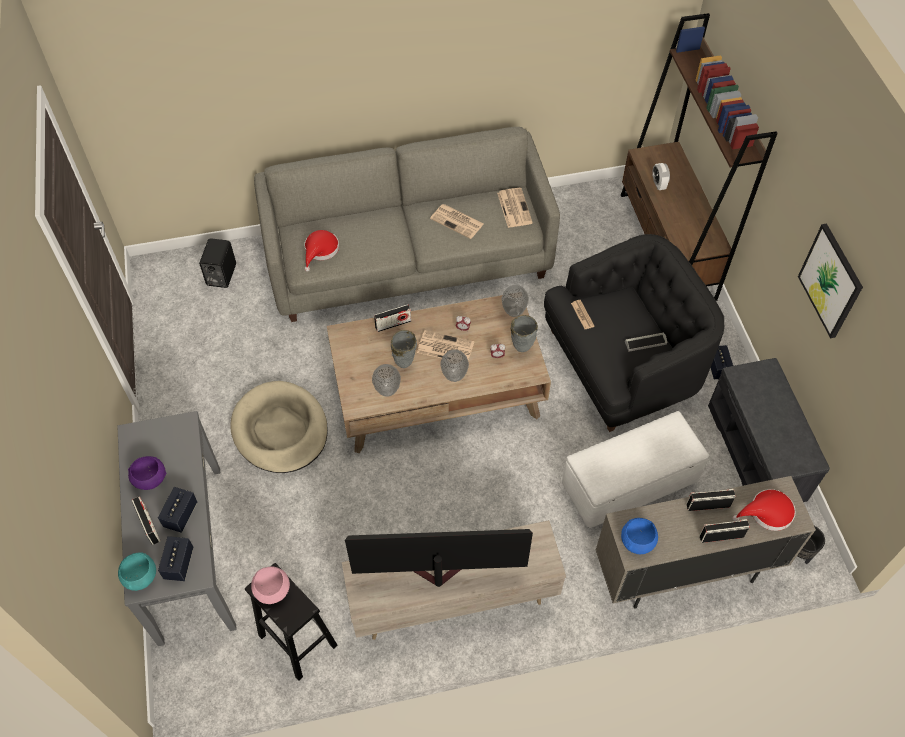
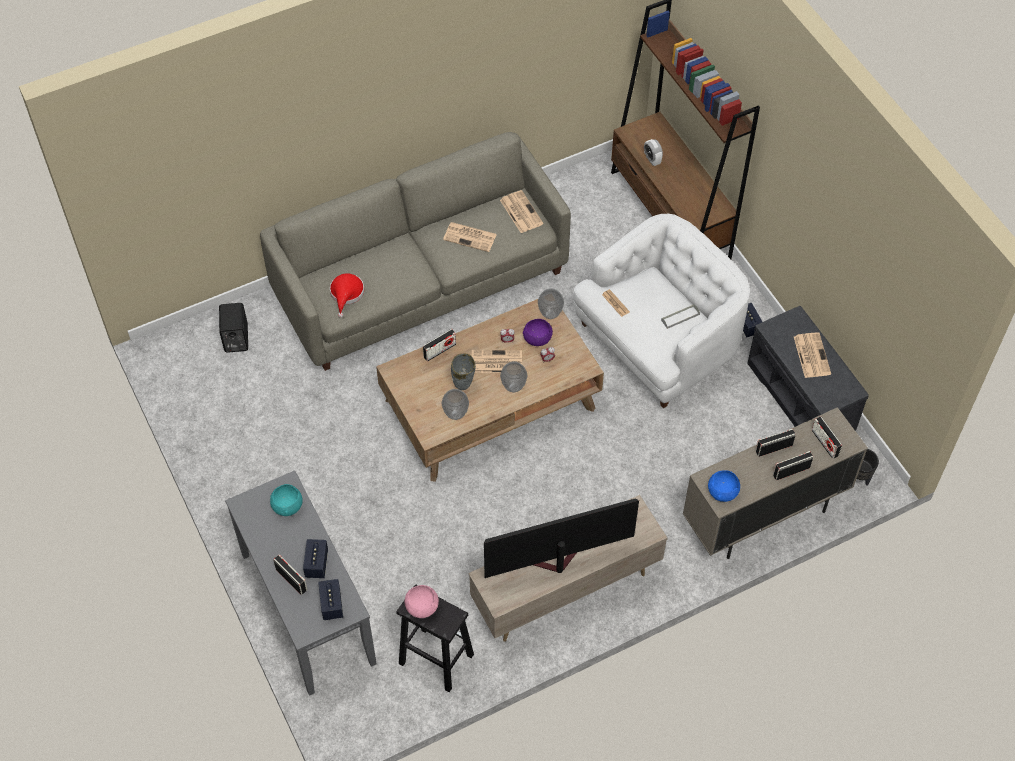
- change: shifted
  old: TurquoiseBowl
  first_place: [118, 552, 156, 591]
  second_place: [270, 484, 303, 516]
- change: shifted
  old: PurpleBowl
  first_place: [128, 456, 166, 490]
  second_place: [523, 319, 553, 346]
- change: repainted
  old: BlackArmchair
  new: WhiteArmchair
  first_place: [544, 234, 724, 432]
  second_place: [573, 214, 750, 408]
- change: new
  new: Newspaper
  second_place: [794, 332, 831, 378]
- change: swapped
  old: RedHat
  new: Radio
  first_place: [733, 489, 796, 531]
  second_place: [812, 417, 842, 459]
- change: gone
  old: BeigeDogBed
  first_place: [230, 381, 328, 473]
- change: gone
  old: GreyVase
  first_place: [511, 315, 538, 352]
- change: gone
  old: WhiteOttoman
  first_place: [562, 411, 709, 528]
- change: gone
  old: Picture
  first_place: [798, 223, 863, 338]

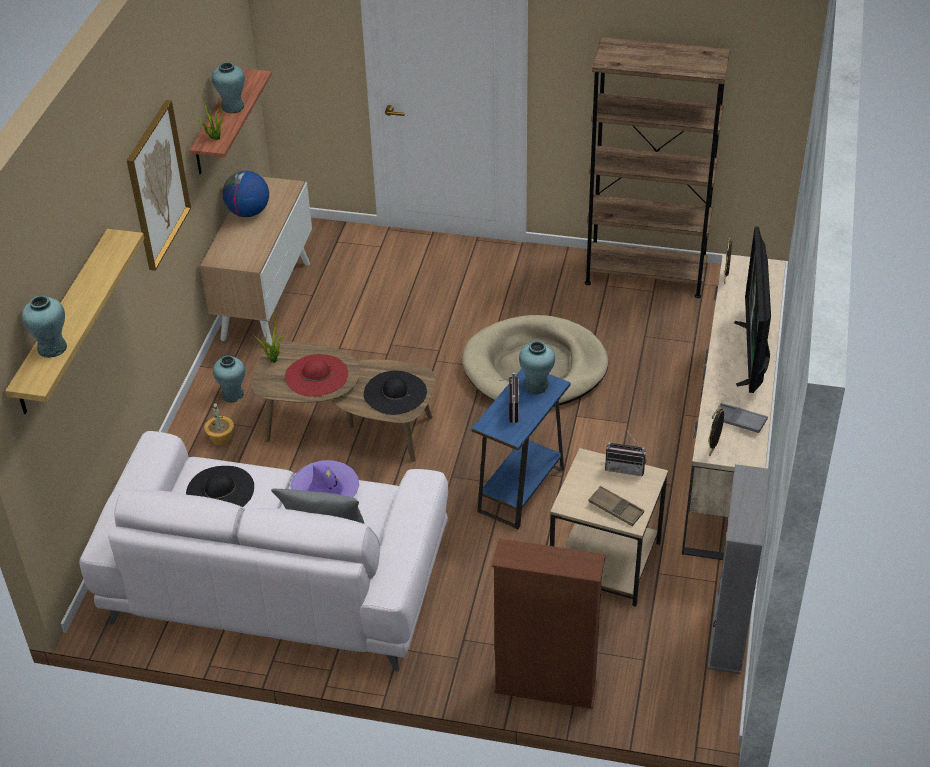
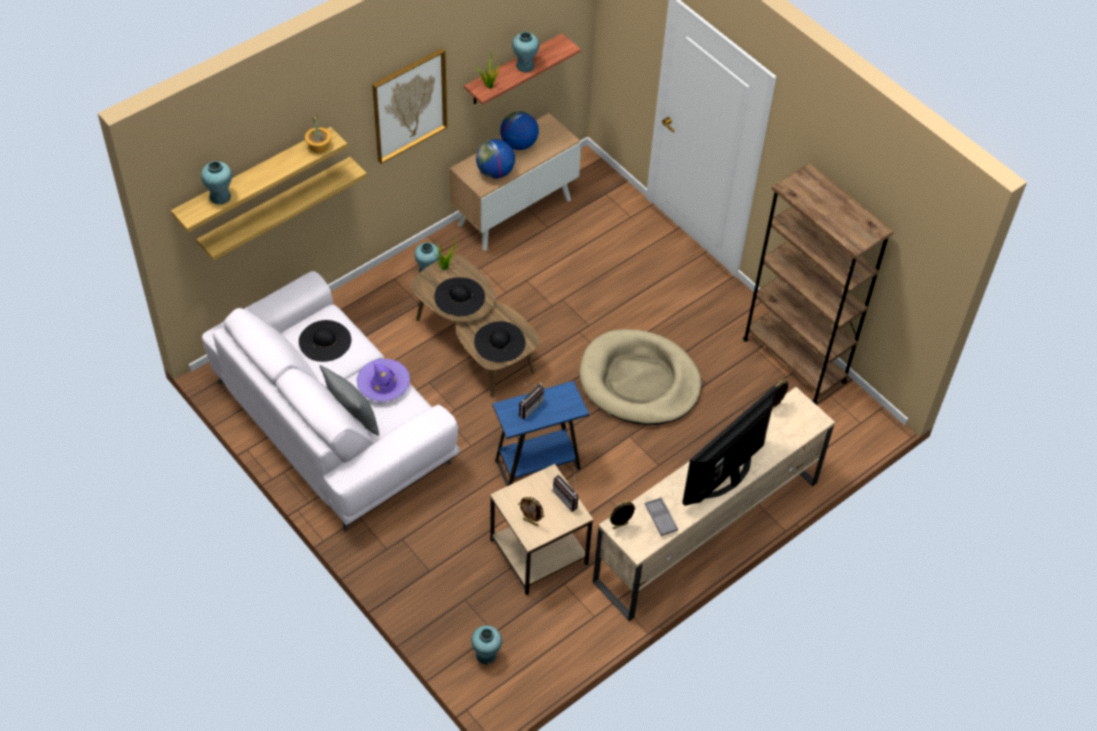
- change: new
  new: Shelf
  second_place: [196, 157, 367, 260]
- change: shifted
  old: PottedPlant
  first_place: [204, 401, 234, 445]
  second_place: [305, 114, 331, 154]
- change: repainted
  old: RedHat
  new: BlackHat
  first_place: [285, 354, 348, 397]
  second_place: [434, 278, 485, 316]
- change: shifted
  old: TurquoiseVase
  first_place: [519, 341, 555, 394]
  second_place: [471, 625, 502, 665]
- change: new
  new: Globe
  second_place: [476, 139, 515, 179]
- change: swapped
  old: BrownTray
  new: PictureFrame
  first_place: [588, 486, 644, 526]
  second_place: [518, 497, 545, 526]
- change: gone
  old: BrownBookcase
  first_place: [492, 538, 606, 709]
- change: gone
  old: GreyBookcase
  first_place: [707, 464, 770, 674]

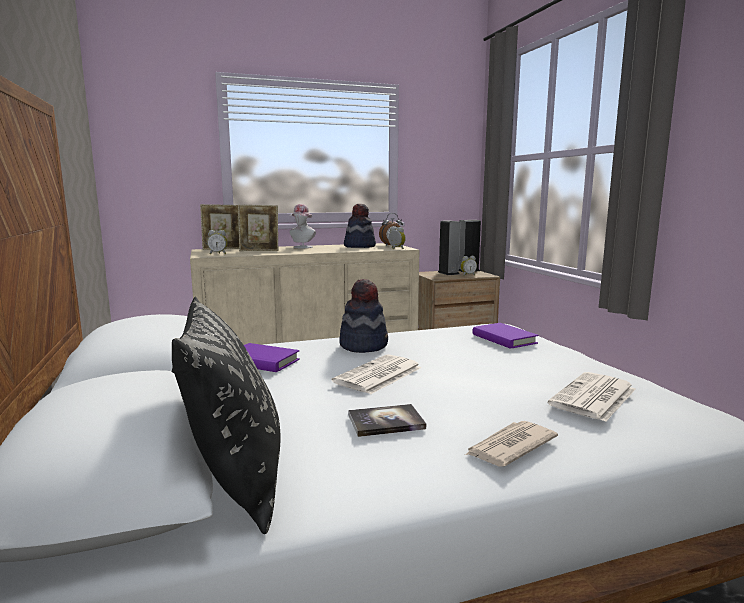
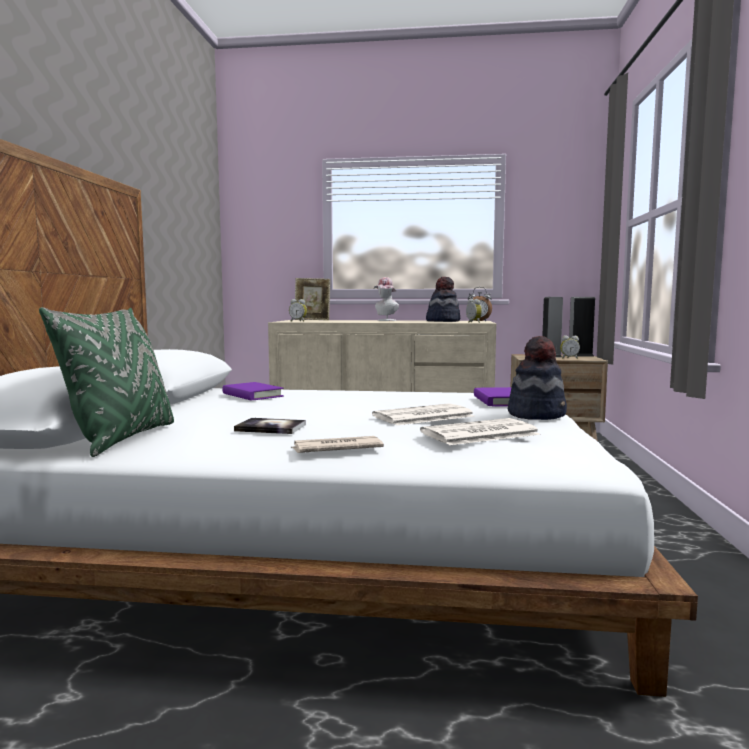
- change: repainted
  old: BlackPillow
  new: GreenPillow
  first_place: [172, 297, 280, 534]
  second_place: [39, 307, 174, 457]
- change: shifted
  old: Newspaper
  first_place: [332, 354, 422, 394]
  second_place: [372, 403, 474, 426]
- change: shifted
  old: Hat
  first_place: [339, 279, 388, 353]
  second_place: [508, 336, 567, 420]
- change: gone
  old: PictureFrame
  first_place: [238, 205, 279, 251]

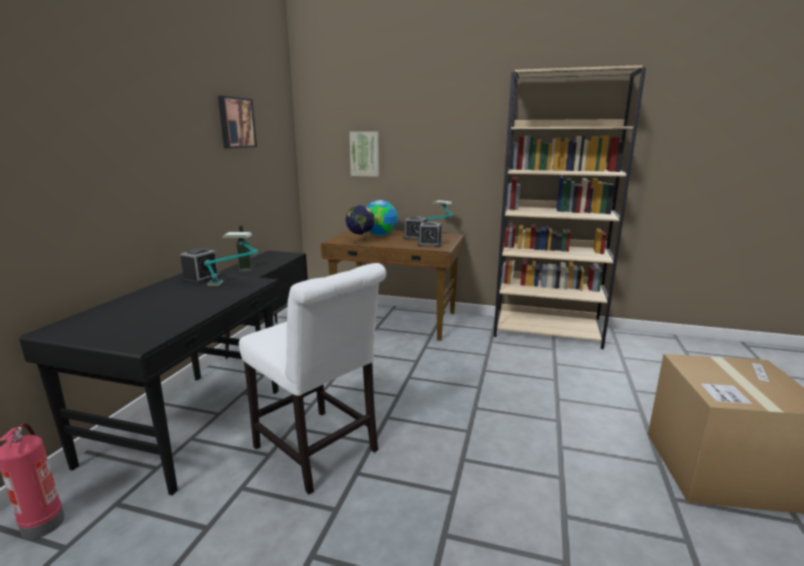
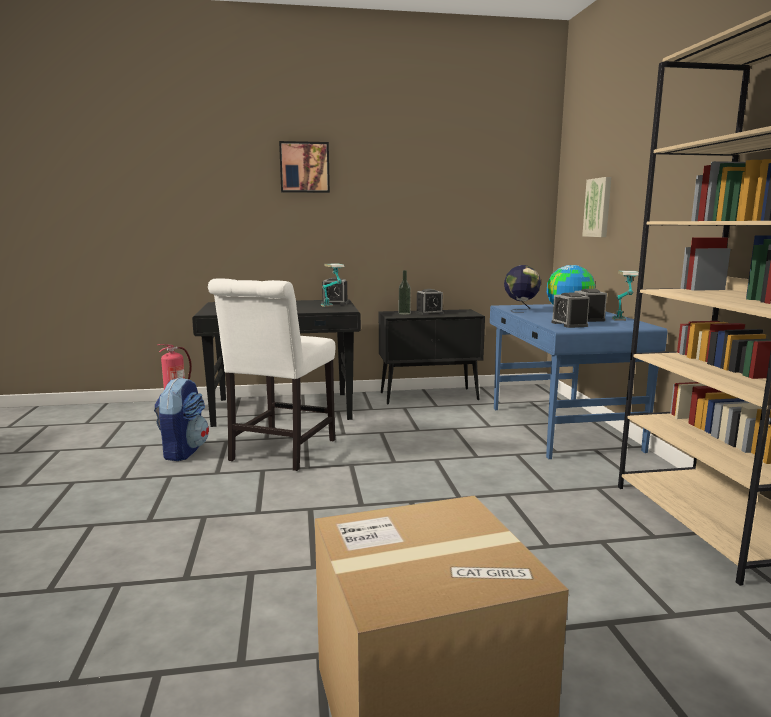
- change: new
  new: Backpack
  second_place: [154, 377, 209, 461]
- change: shifted
  old: Picture
  first_place: [218, 96, 257, 148]
  second_place: [279, 141, 330, 193]
- change: new
  new: AlarmClock
  second_place: [416, 289, 444, 315]
- change: repainted
  old: BrownDesk
  new: BlueDesk
  first_place: [321, 230, 464, 341]
  second_place: [490, 304, 668, 459]

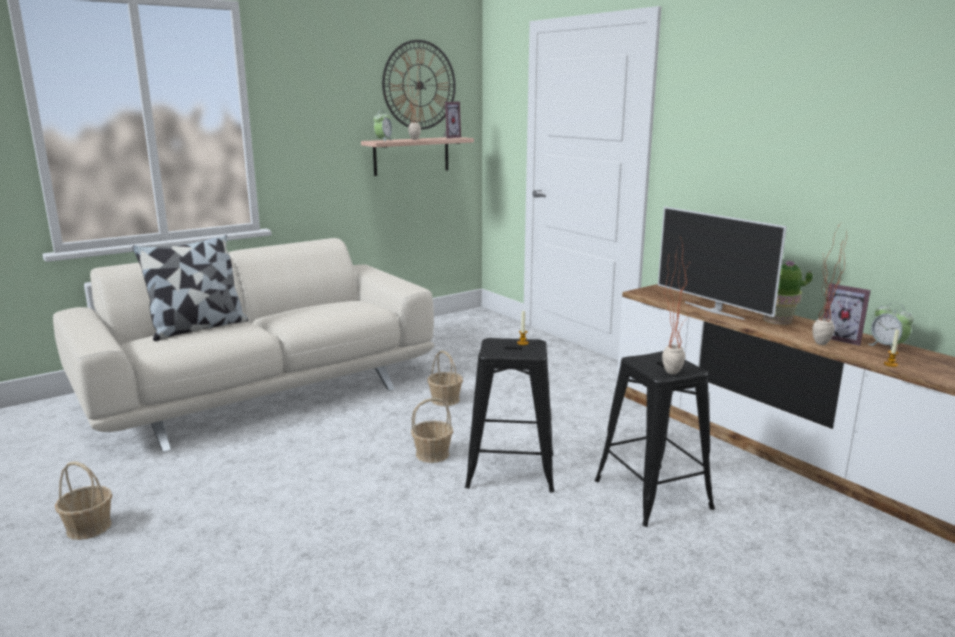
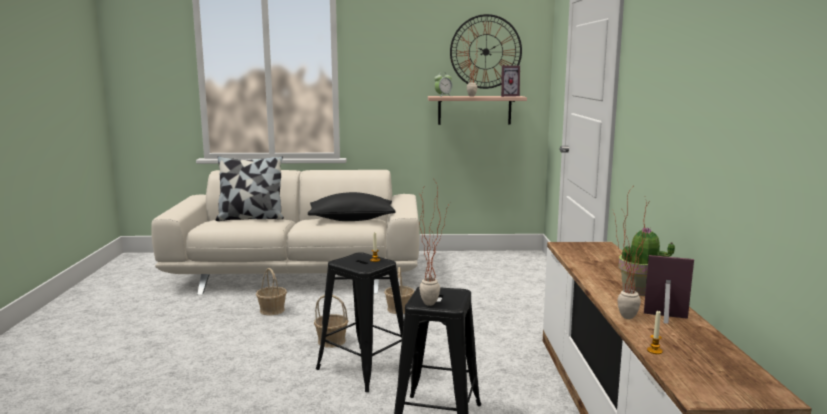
- change: shifted
  old: Basket
  first_place: [55, 462, 112, 540]
  second_place: [256, 268, 287, 315]
- change: new
  new: BlackPillow
  second_place: [308, 192, 395, 221]
- change: rotated
  old: PictureFrame
  first_place: [824, 283, 871, 346]
  second_place: [644, 255, 694, 324]
  degrees: 120
- change: gone
  old: Television
  first_place: [658, 207, 787, 320]
- change: gone
  old: AlarmClock
  first_place: [868, 303, 914, 349]

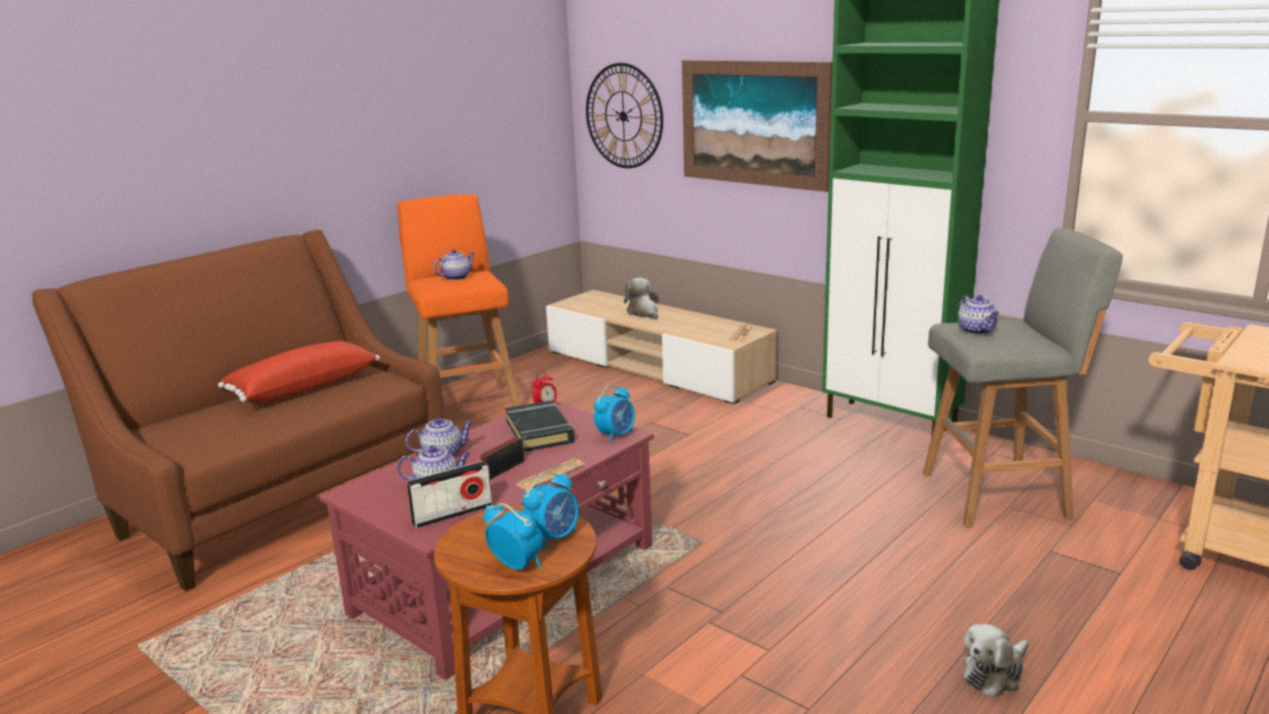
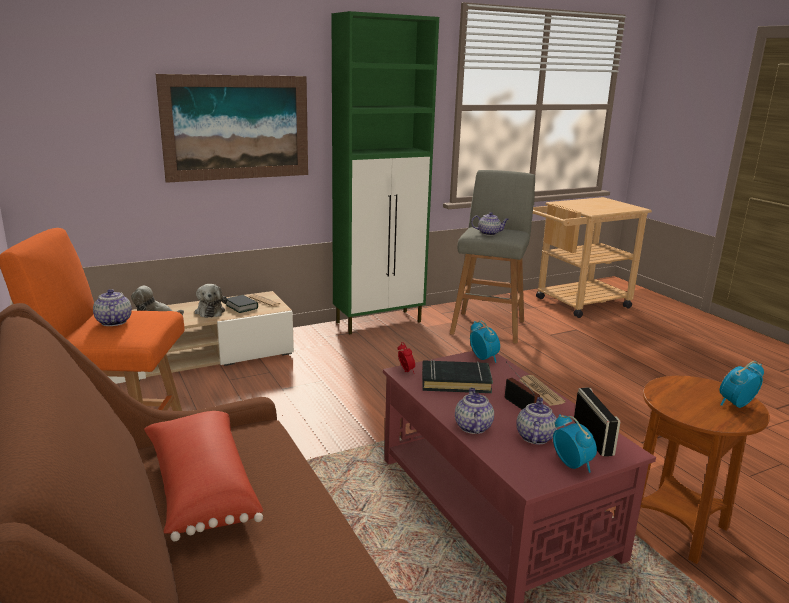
- change: shifted
  old: PlushToy
  first_place: [963, 624, 1029, 698]
  second_place: [195, 284, 227, 318]
- change: new
  new: Book
  second_place: [226, 295, 258, 313]
- change: shifted
  old: AlarmClock
  first_place: [522, 471, 579, 550]
  second_place: [553, 415, 597, 473]
- change: gone
  old: WallClock
  first_place: [586, 63, 663, 168]

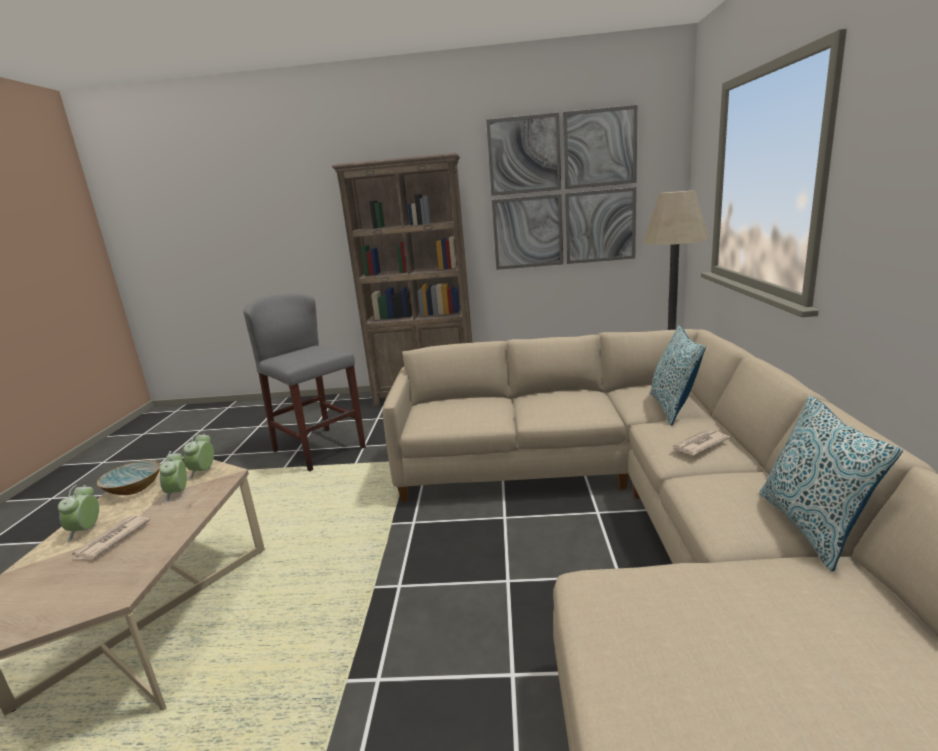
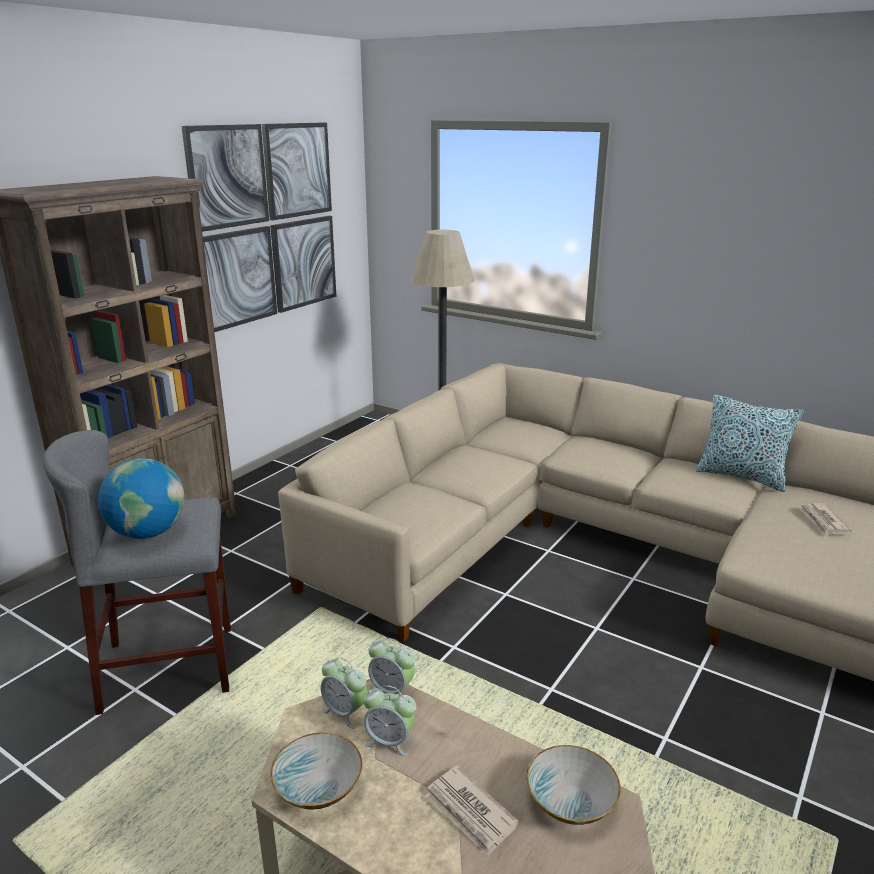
- change: new
  new: Globe
  second_place: [98, 458, 184, 539]
- change: shifted
  old: AlarmClock
  first_place: [58, 485, 99, 542]
  second_place: [368, 638, 415, 695]
- change: new
  new: Bowl
  second_place: [526, 745, 621, 825]
- change: shifted
  old: Newspaper
  first_place: [672, 430, 730, 455]
  second_place: [798, 503, 852, 536]
- change: gone
  old: Pillow
  first_place: [650, 325, 706, 425]

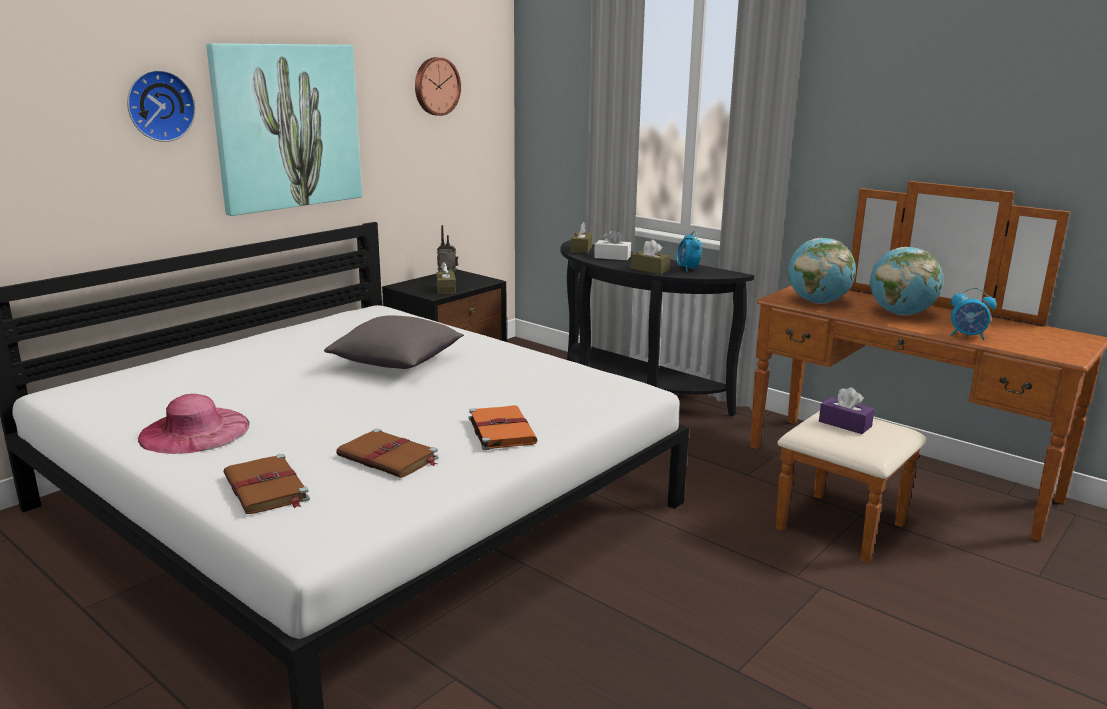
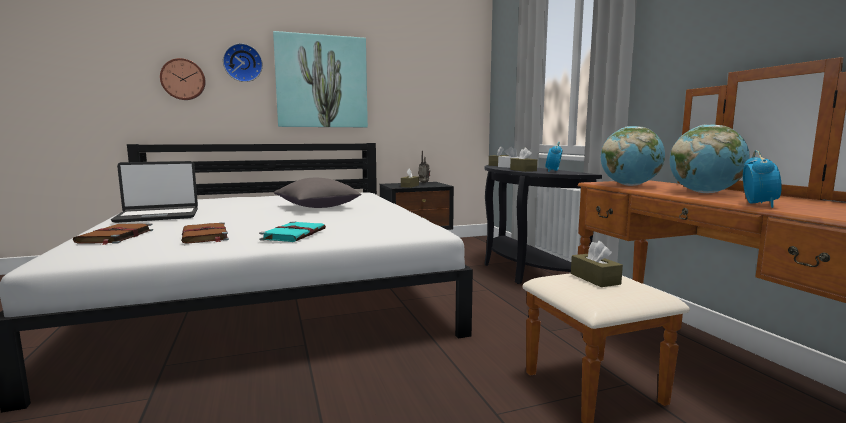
- change: swapped
  old: PinkHat
  new: Laptop
  first_place: [138, 394, 250, 454]
  second_place: [111, 161, 198, 223]
- change: shifted
  old: WallClock
  first_place: [415, 57, 461, 116]
  second_place: [160, 58, 205, 100]
- change: repainted
  old: OrangeBook
  new: TurquoiseBook
  first_place: [468, 405, 537, 450]
  second_place: [259, 221, 326, 242]
- change: repainted
  old: PurpleTissueBox
  new: BrownTissueBox
  first_place: [819, 387, 875, 434]
  second_place: [571, 241, 623, 287]
- change: rotated
  old: AlarmClock
  first_place: [950, 288, 997, 340]
  second_place: [743, 150, 782, 208]
  degrees: -120

